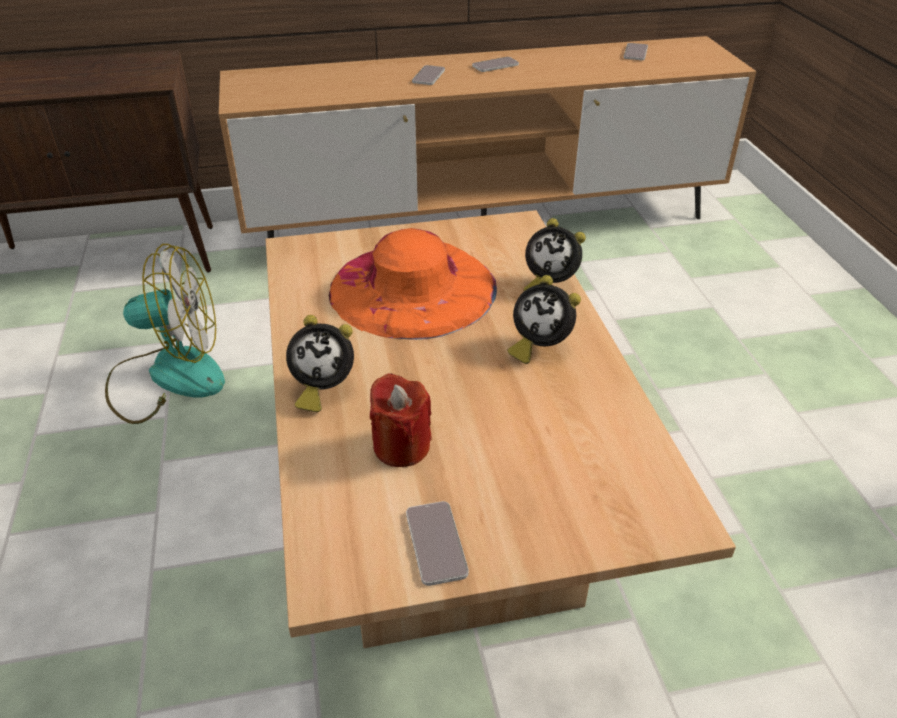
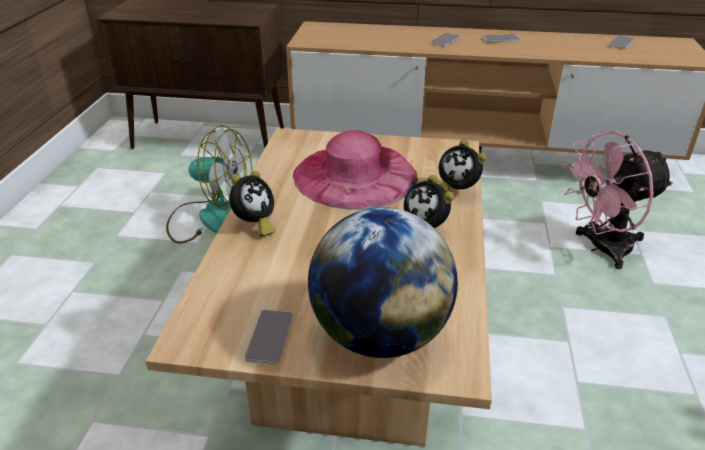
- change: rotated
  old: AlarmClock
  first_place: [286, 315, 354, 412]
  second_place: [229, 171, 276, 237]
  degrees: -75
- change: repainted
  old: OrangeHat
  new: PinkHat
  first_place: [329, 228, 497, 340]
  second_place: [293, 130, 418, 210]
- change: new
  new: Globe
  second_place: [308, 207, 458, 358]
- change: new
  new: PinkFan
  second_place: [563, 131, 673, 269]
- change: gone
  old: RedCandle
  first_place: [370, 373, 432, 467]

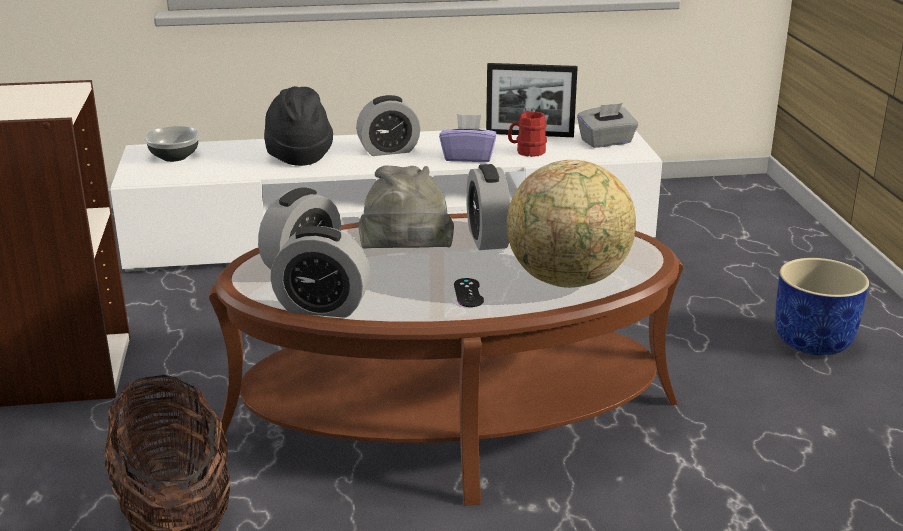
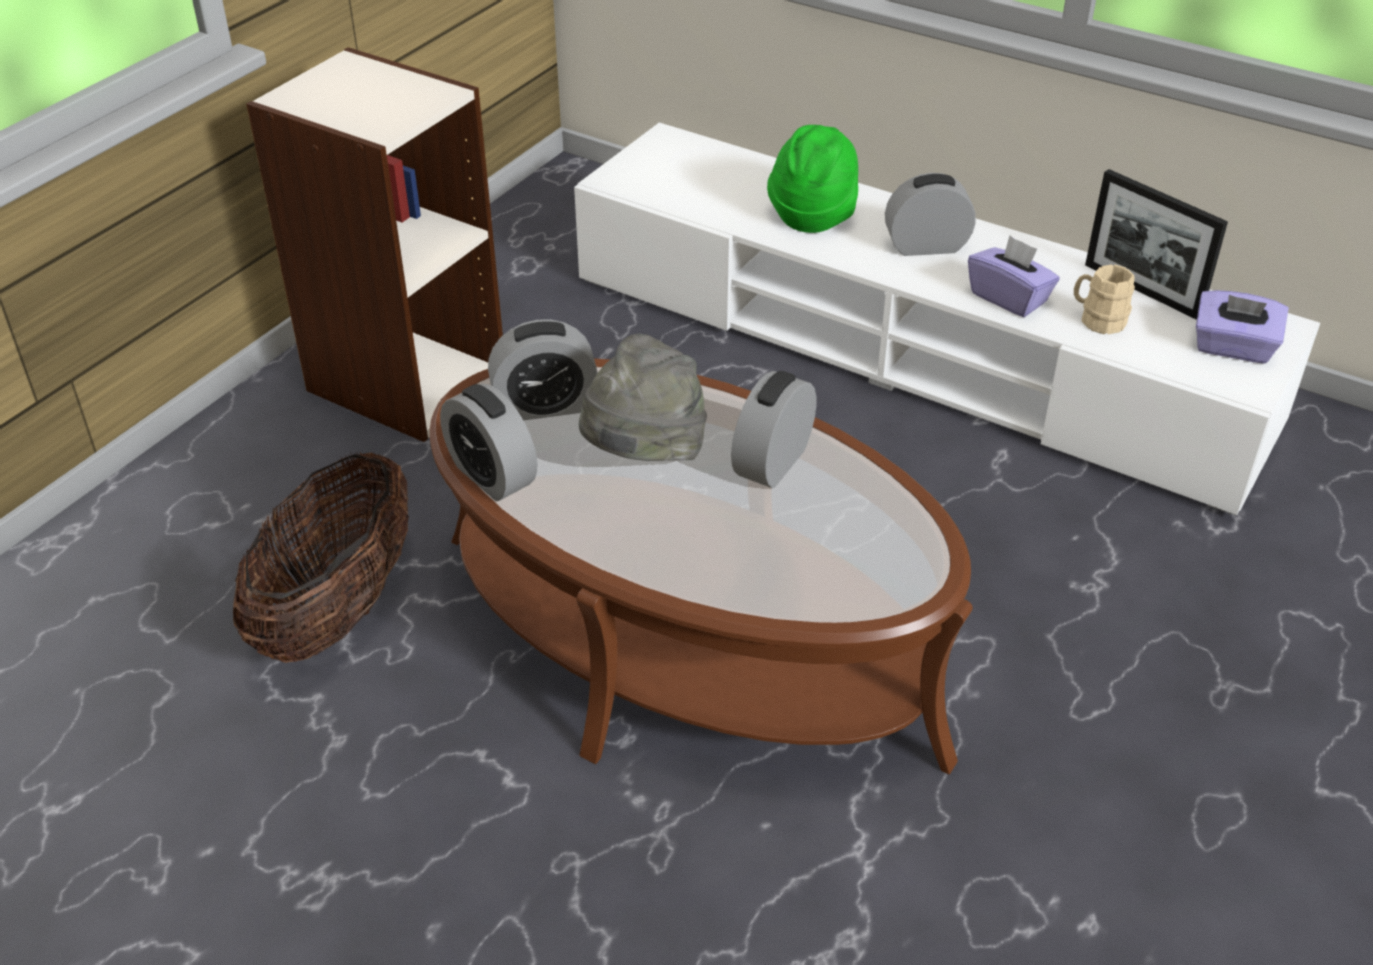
- change: repainted
  old: BlackHat
  new: GreenHat
  first_place: [264, 86, 333, 166]
  second_place: [767, 125, 858, 233]
- change: rotated
  old: AlarmClock
  first_place: [356, 95, 420, 156]
  second_place: [885, 173, 976, 256]
  degrees: 150
- change: repainted
  old: RedMug
  new: BeigeMug
  first_place: [508, 111, 547, 157]
  second_place: [1074, 265, 1135, 334]
- change: repainted
  old: GreyTissueBox
  new: PurpleTissueBox
  first_place: [577, 103, 638, 148]
  second_place: [1196, 290, 1289, 364]
- change: gone
  old: Bowl
  first_place: [144, 126, 200, 162]
- change: gone
  old: BlackGameController
  first_place: [454, 278, 484, 307]
- change: gone
  old: Globe
  first_place: [507, 160, 636, 288]
- change: gone
  old: BluePlanter
  first_place: [775, 258, 869, 355]

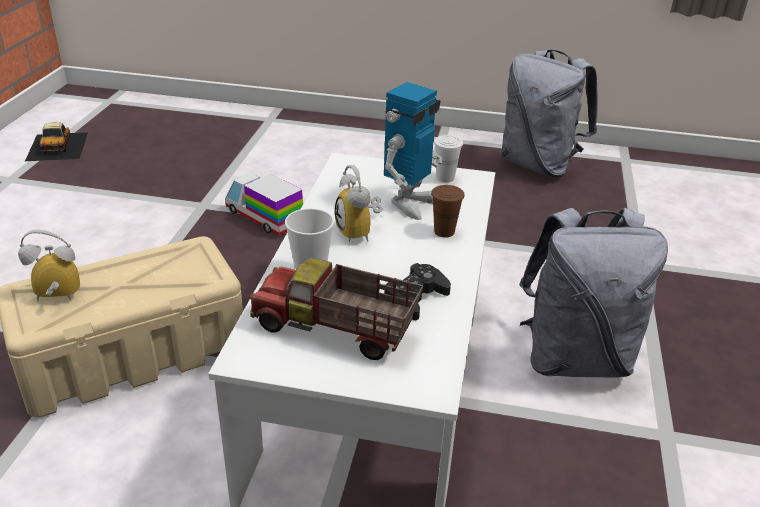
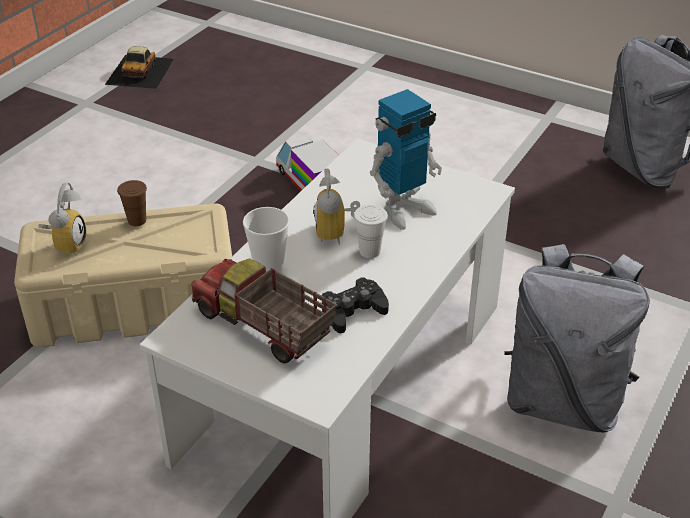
- change: rotated
  old: AlarmClock
  first_place: [18, 230, 80, 301]
  second_place: [38, 182, 86, 255]
  degrees: 90
- change: shifted
  old: BrownCup
  first_place: [431, 185, 465, 238]
  second_place: [117, 180, 147, 226]
- change: shifted
  old: WhiteCup
  first_place: [434, 135, 463, 182]
  second_place: [354, 205, 388, 258]

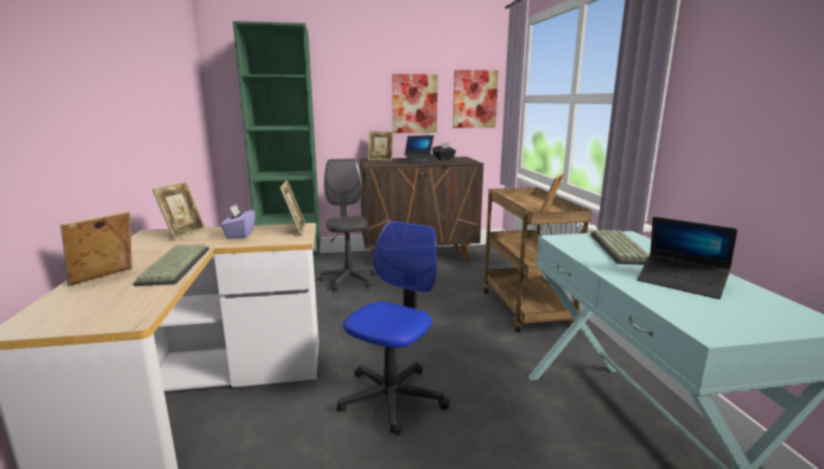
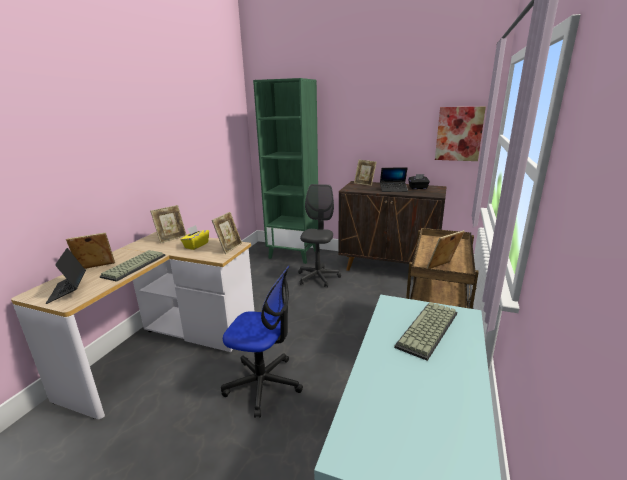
- change: shifted
  old: Laptop
  first_place: [637, 217, 737, 299]
  second_place: [46, 248, 86, 304]
- change: repainted
  old: PurpleTissueBox
  new: YellowTissueBox
  first_place: [221, 204, 255, 239]
  second_place: [180, 225, 209, 250]
- change: rotated
  old: OfficeChair
  first_place: [337, 221, 450, 436]
  second_place: [221, 266, 303, 418]
  degrees: 45
- change: gone
  old: Picture
  first_place: [392, 74, 438, 133]

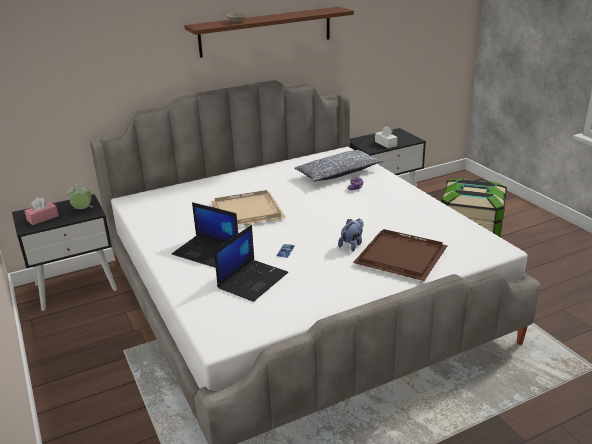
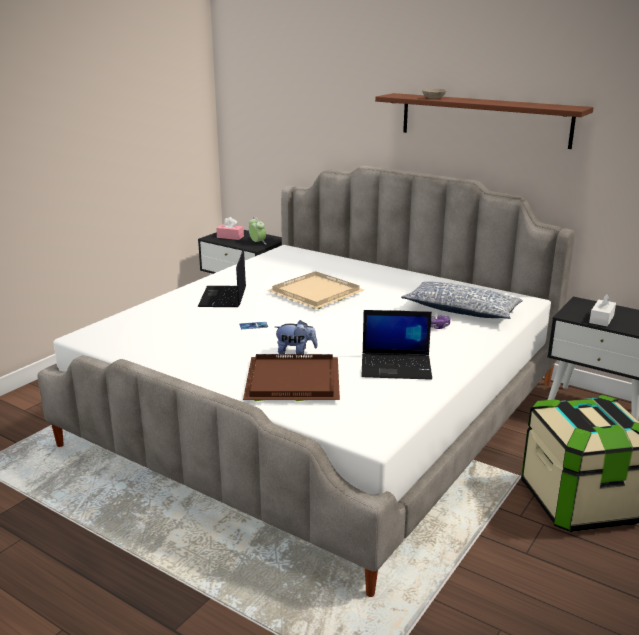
- change: shifted
  old: Laptop
  first_place: [214, 225, 288, 302]
  second_place: [361, 310, 432, 380]

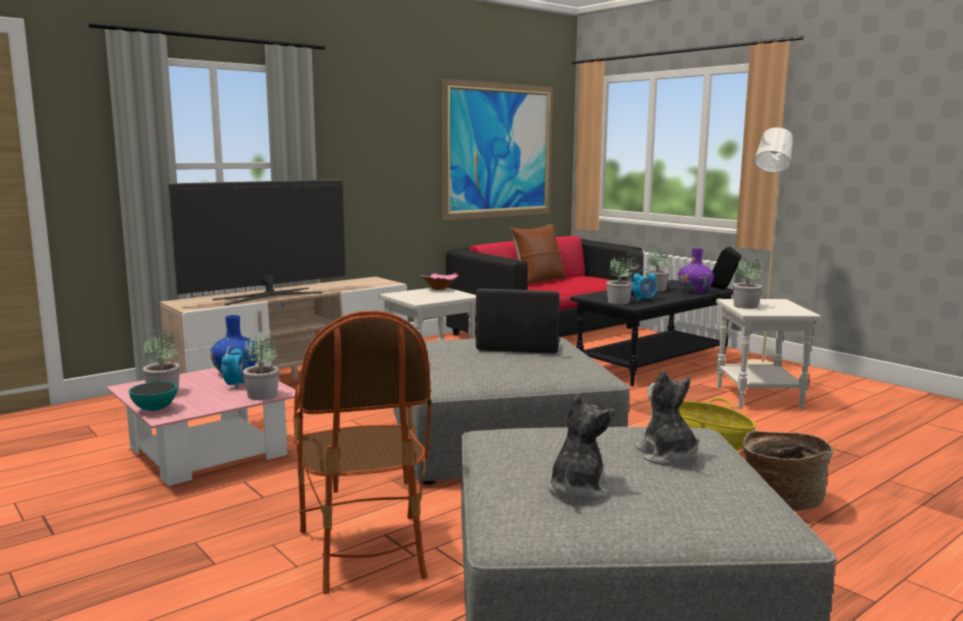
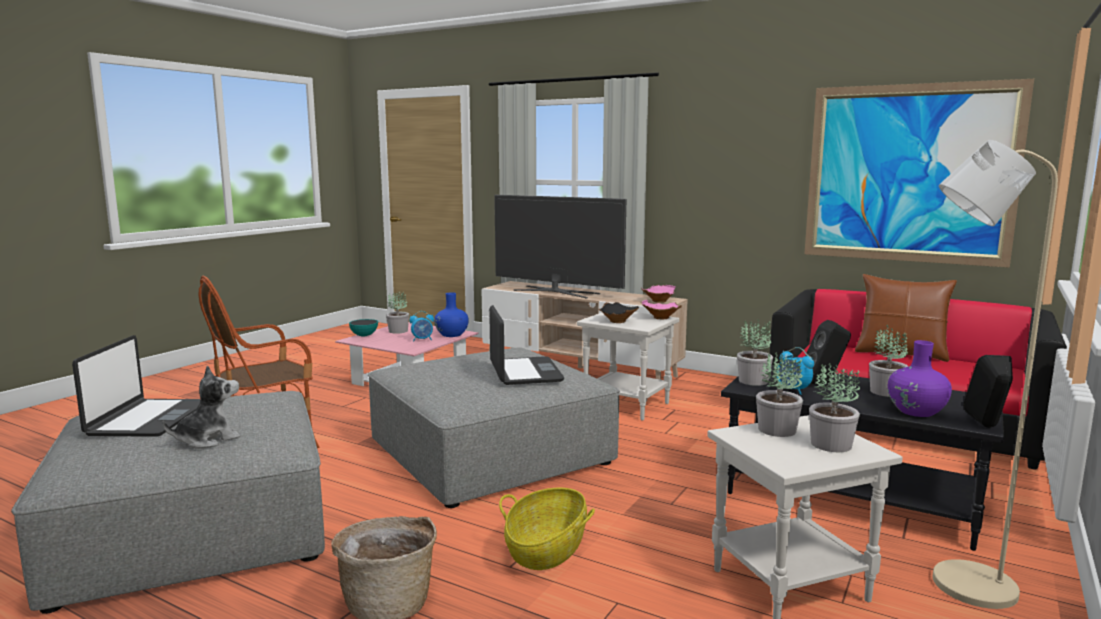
- change: swapped
  old: PlushToy
  new: Laptop
  first_place: [547, 392, 615, 501]
  second_place: [72, 335, 200, 437]
- change: new
  new: BlackBowl
  second_place: [598, 302, 639, 323]
- change: new
  new: PinkBowl
  second_place: [641, 285, 676, 303]
- change: shifted
  old: PottedPlant
  first_place: [243, 336, 279, 400]
  second_place: [809, 363, 860, 452]

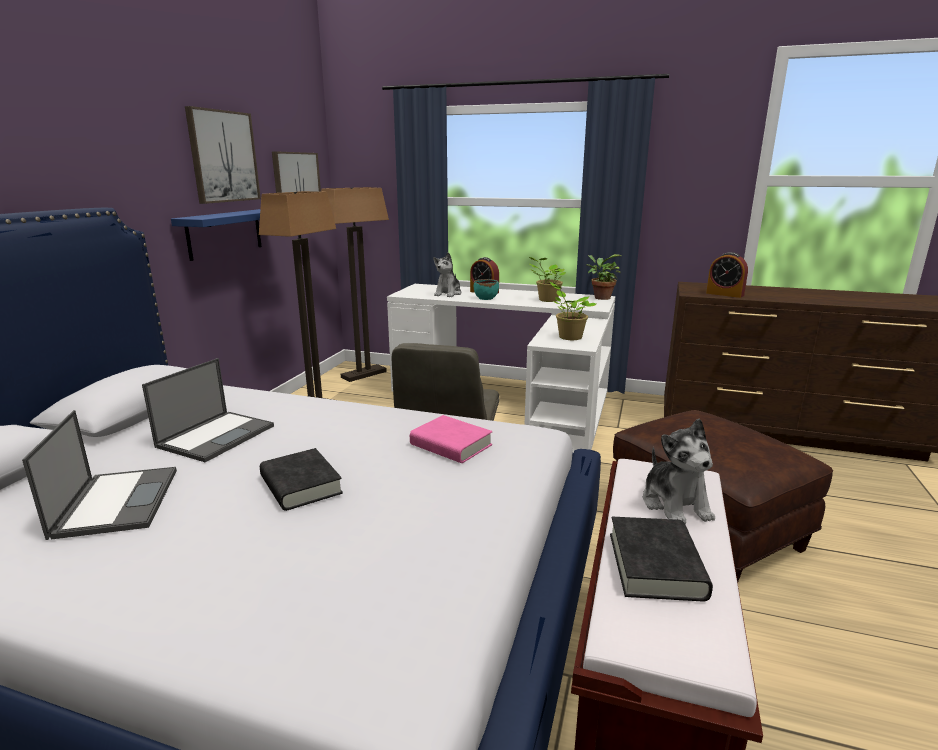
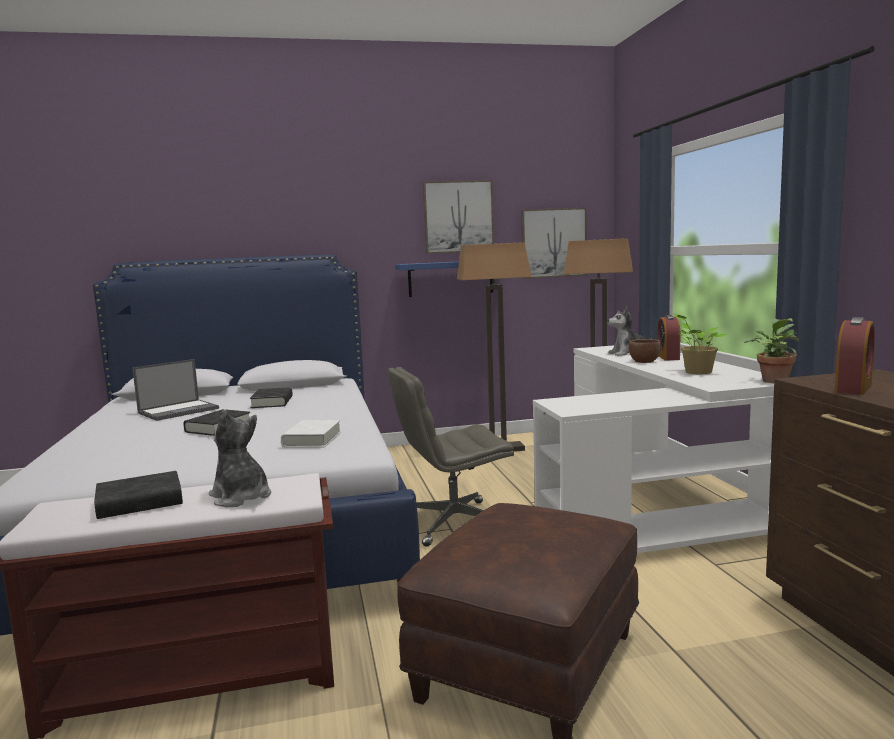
- change: rotated
  old: PlushToy
  first_place: [643, 419, 715, 524]
  second_place: [209, 409, 271, 507]
  degrees: 90
- change: swapped
  old: Laptop
  new: BlackBook
  first_place: [142, 358, 274, 462]
  second_place: [250, 388, 293, 408]
- change: repainted
  old: PinkBook
  new: WhiteBook
  first_place: [410, 415, 492, 463]
  second_place: [281, 420, 341, 448]
- change: repainted
  old: TurquoiseBowl
  new: BrownBowl
  first_place: [473, 279, 499, 300]
  second_place: [629, 339, 661, 363]
- change: rotated
  old: AlarmClock
  first_place: [706, 252, 748, 298]
  second_place: [835, 317, 875, 395]
  degrees: -150
- change: gone
  old: PottedPlant
  first_place: [550, 282, 596, 340]

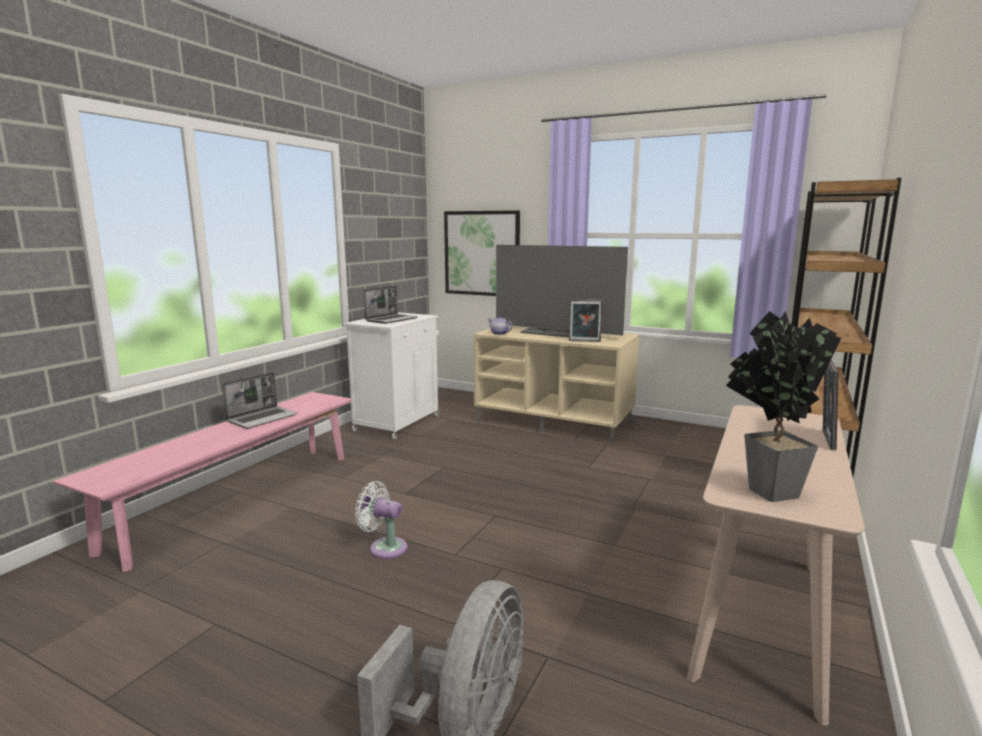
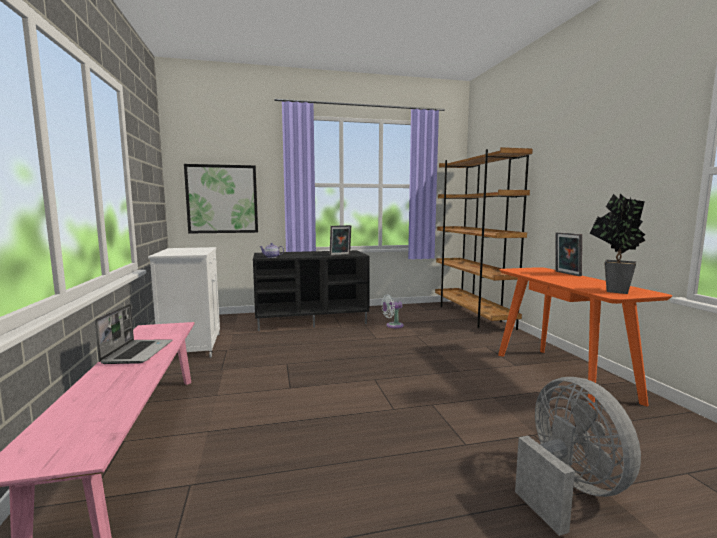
- change: repainted
  old: BeigeTvStand
  new: BlackTvStand
  first_place: [474, 326, 639, 444]
  second_place: [253, 250, 370, 331]
- change: shifted
  old: WhiteFan
  first_place: [355, 481, 407, 559]
  second_place: [381, 294, 404, 328]
- change: repainted
  old: BeigeConsoleTable
  new: OrangeConsoleTable
  first_place: [687, 405, 865, 726]
  second_place: [498, 267, 672, 409]
- change: gone
  old: Laptop
  first_place: [363, 286, 418, 324]
- change: gone
  old: Television
  first_place: [496, 245, 628, 337]

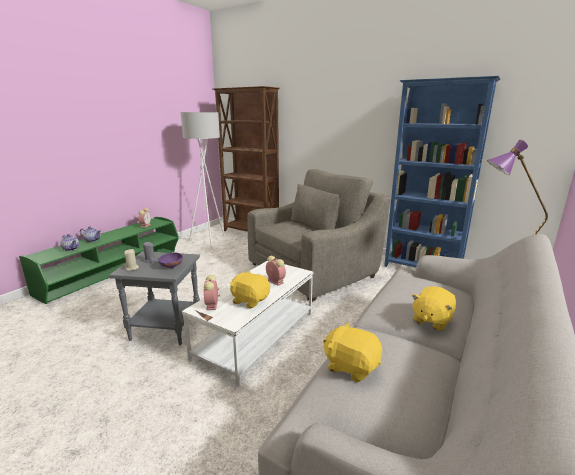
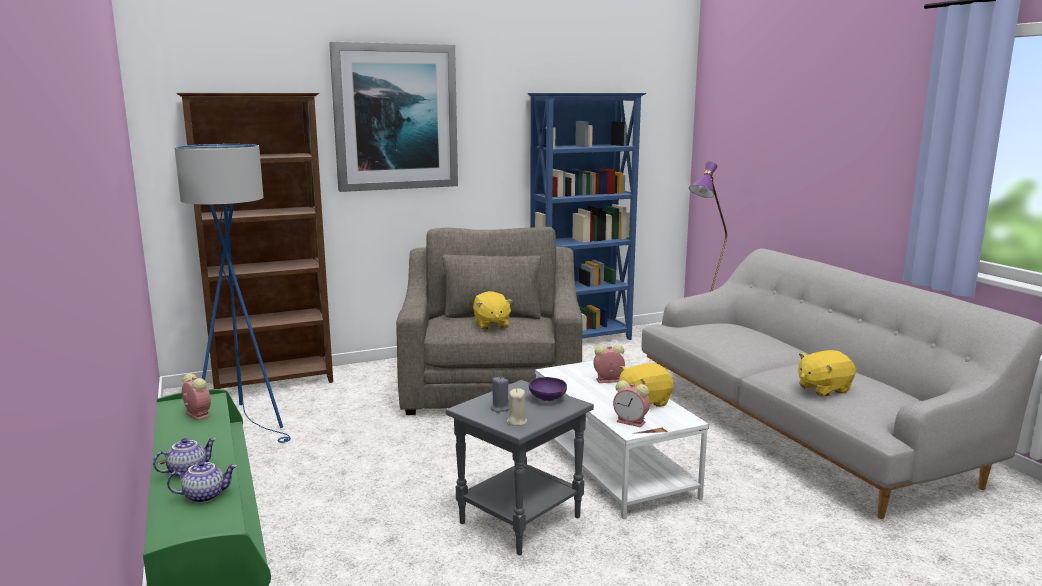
- change: repainted
  old: WhiteFloorLamp
  new: BlueFloorLamp
  first_place: [181, 112, 225, 254]
  second_place: [174, 144, 291, 443]
- change: new
  new: Picture
  second_place: [329, 42, 458, 192]
- change: shifted
  old: YellowPlushToy
  first_place: [412, 286, 456, 331]
  second_place: [473, 291, 513, 329]

